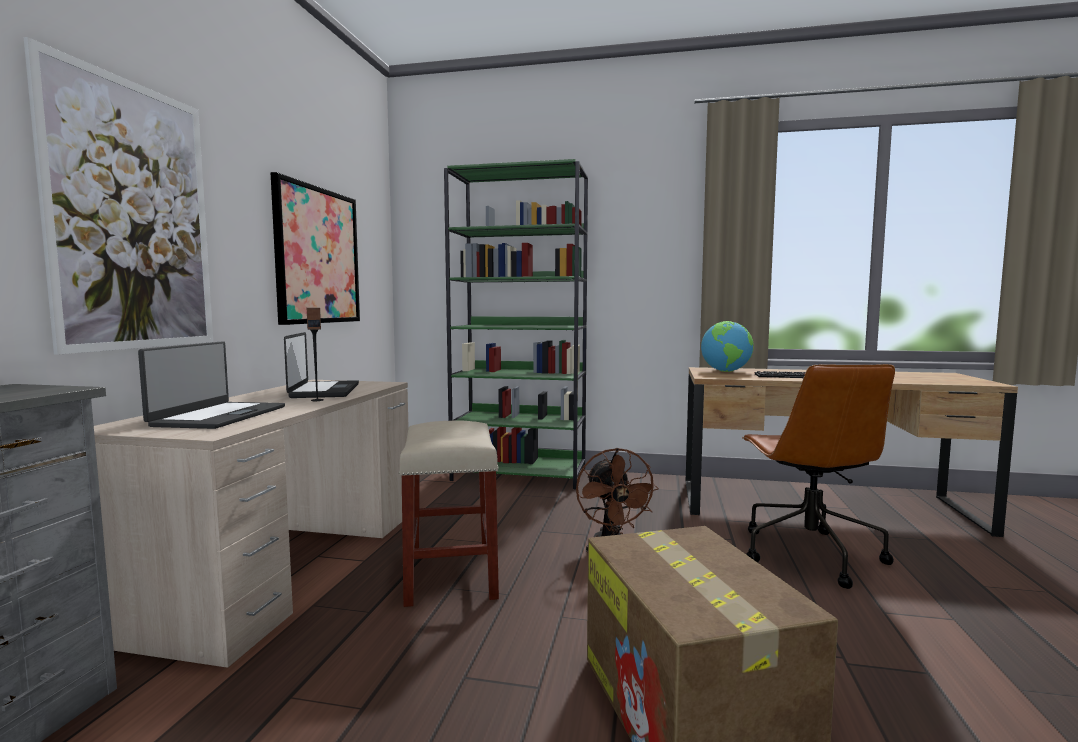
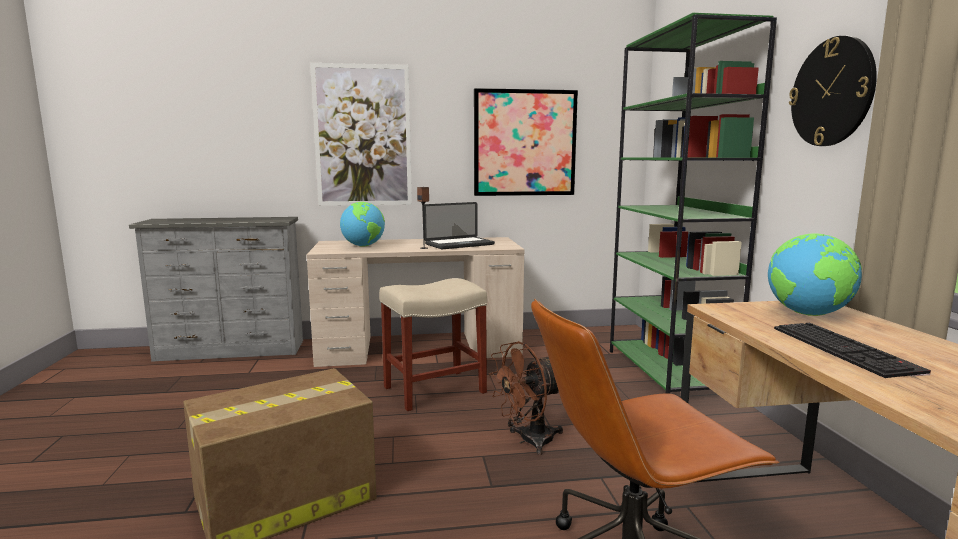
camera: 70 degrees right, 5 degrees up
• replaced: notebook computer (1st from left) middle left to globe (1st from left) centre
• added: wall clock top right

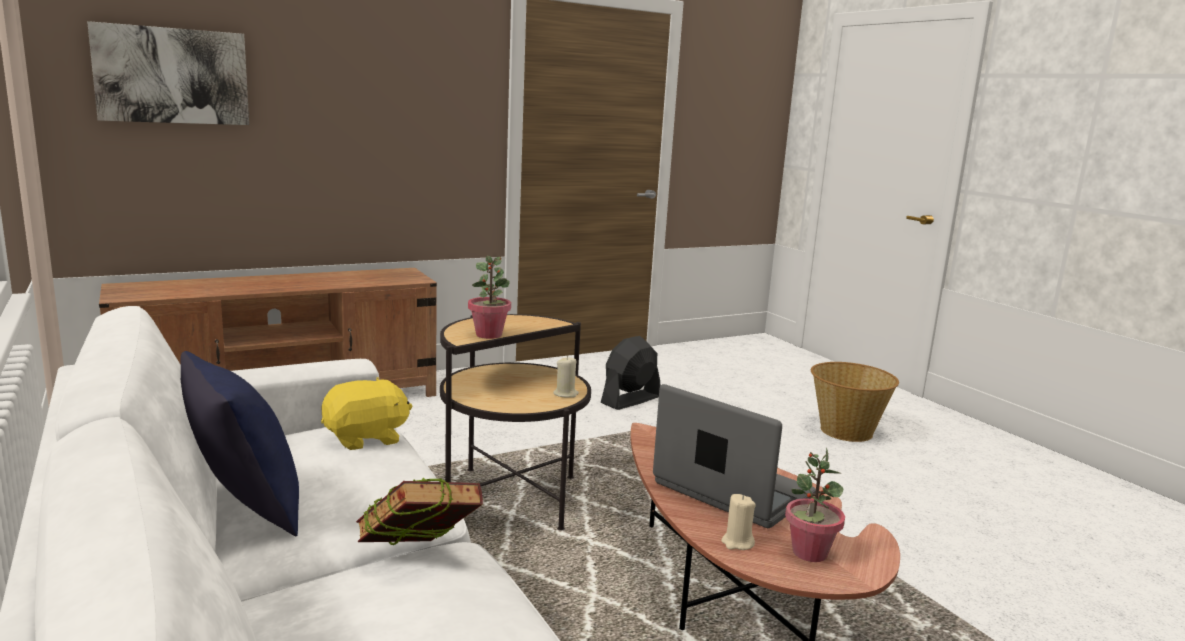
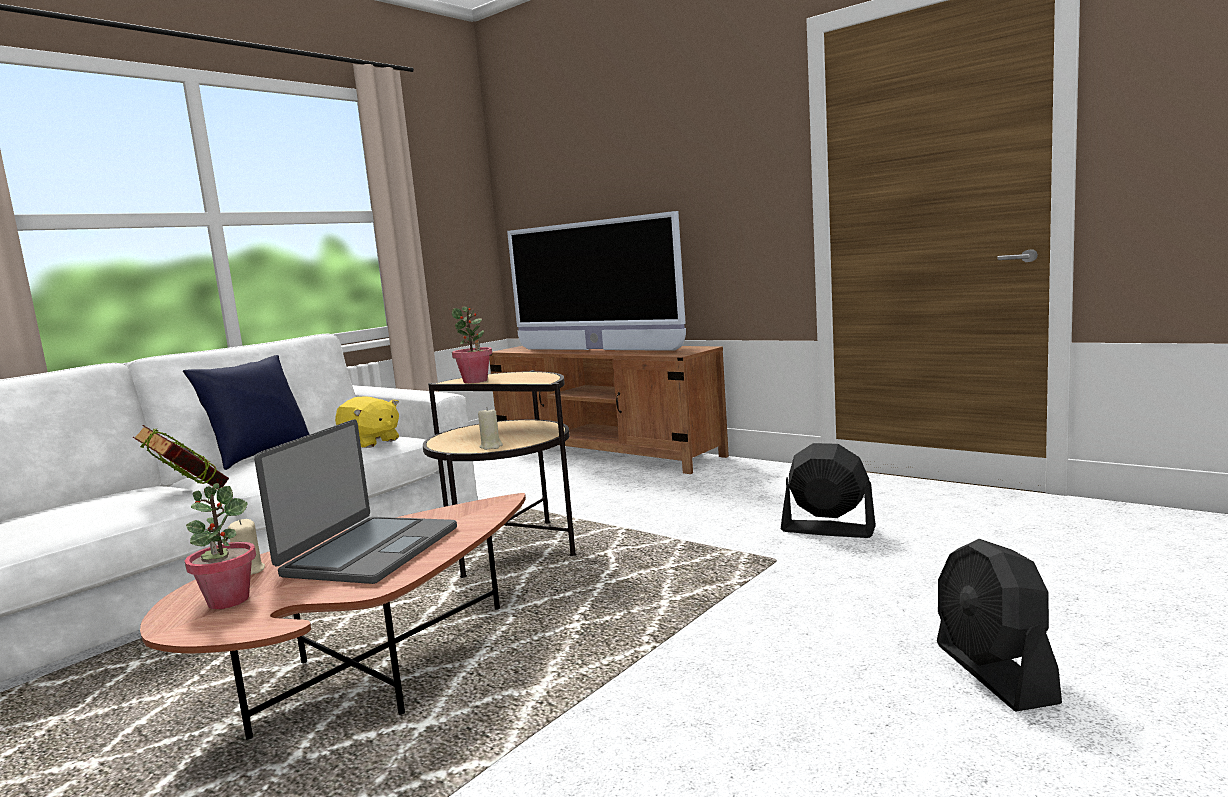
camera: 70 degrees right, 5 degrees down
• added: TV set centre
• replaced: basket middle right to black-coloured electric fan (2nd from left) bottom right
• removed: picture top left

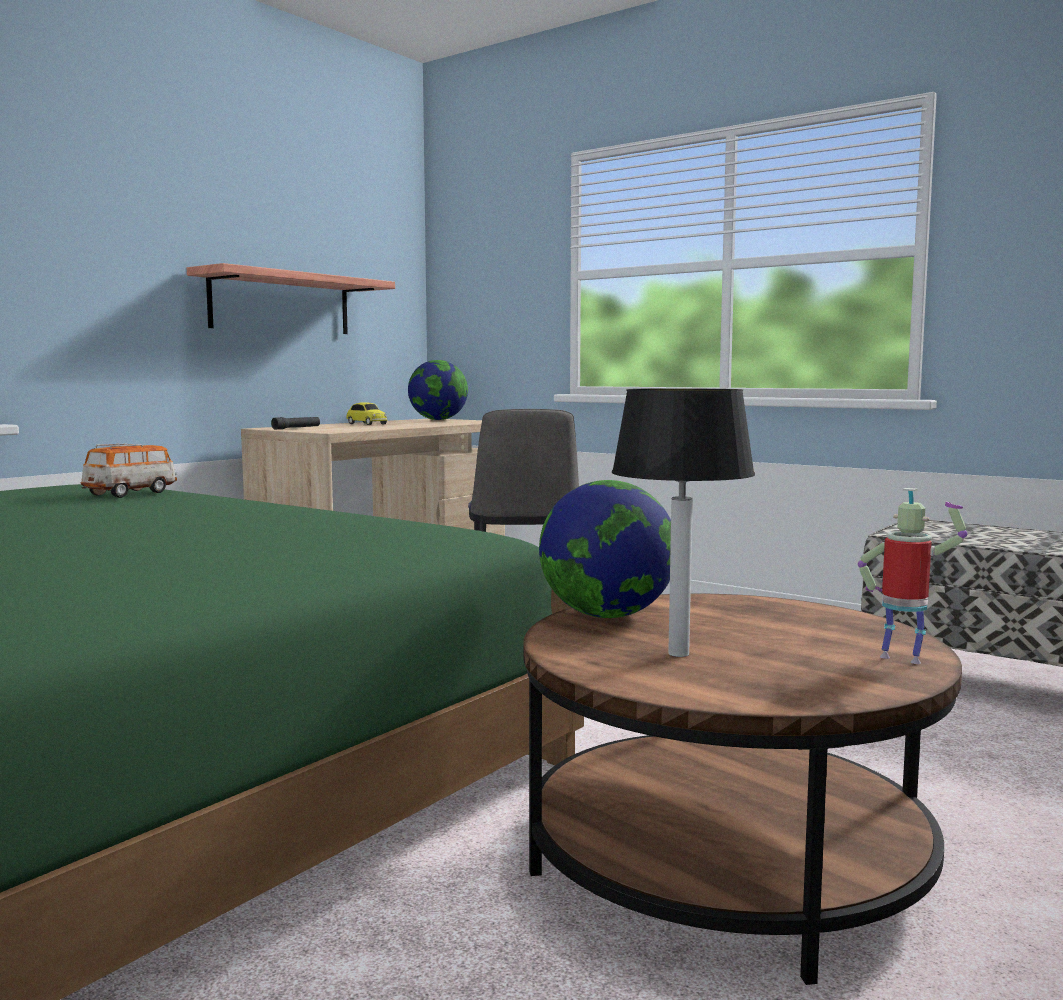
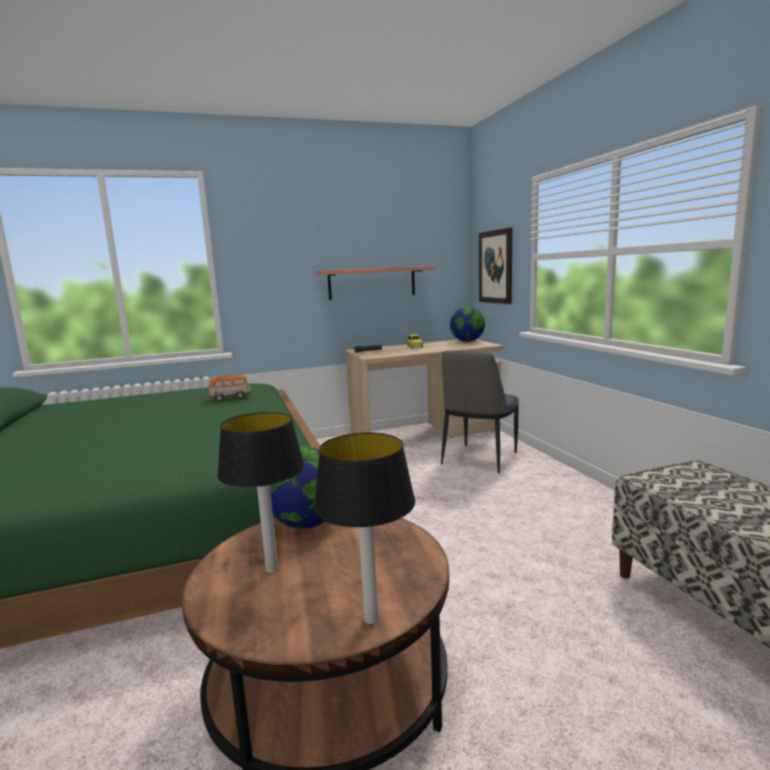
camera: 35 degrees right, 5 degrees up
• replaced: robot figure middle right to tabletop lamp (2nd from left) bottom centre
• added: picture centre

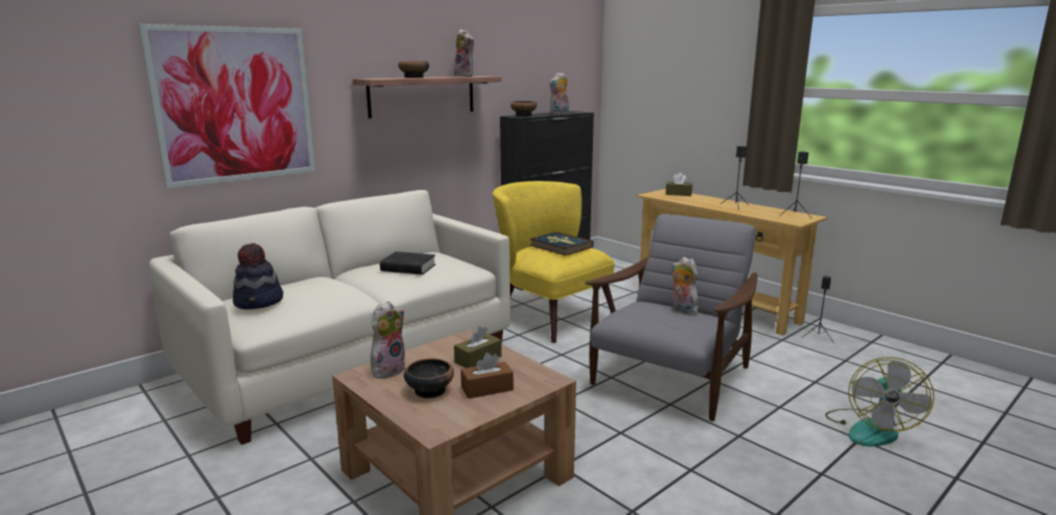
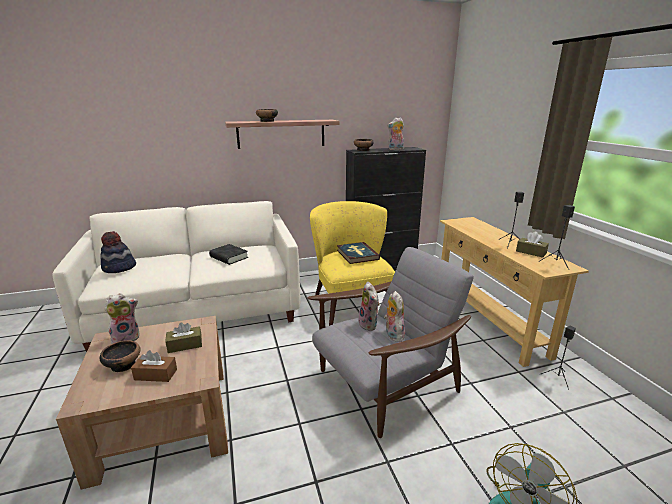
camera: 25 degrees right, 5 degrees up
• moved: plush toy (2nd from left) top centre to centre
• moved: brownish tissue holder (3rd from left) centre to middle right
• removed: picture top left

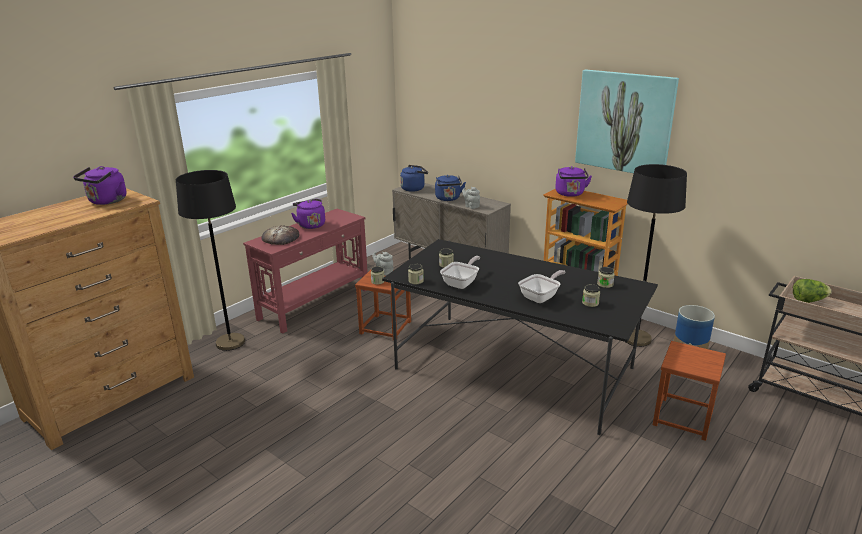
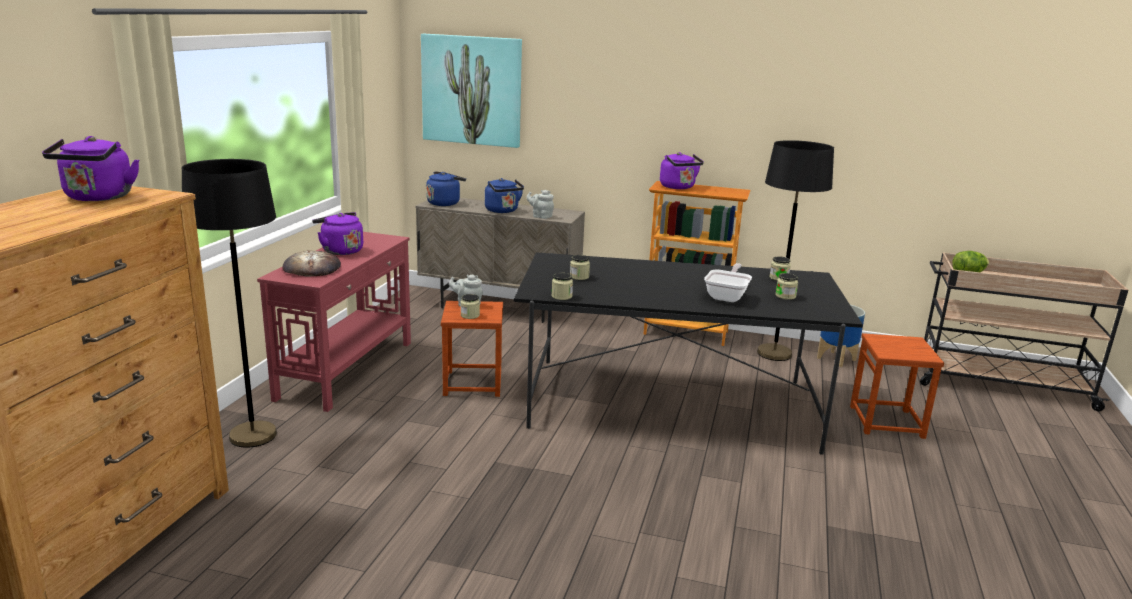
camera: 25 degrees left, 5 degrees down
• moved: picture top right to top centre
• removed: pan (1st from left) centre

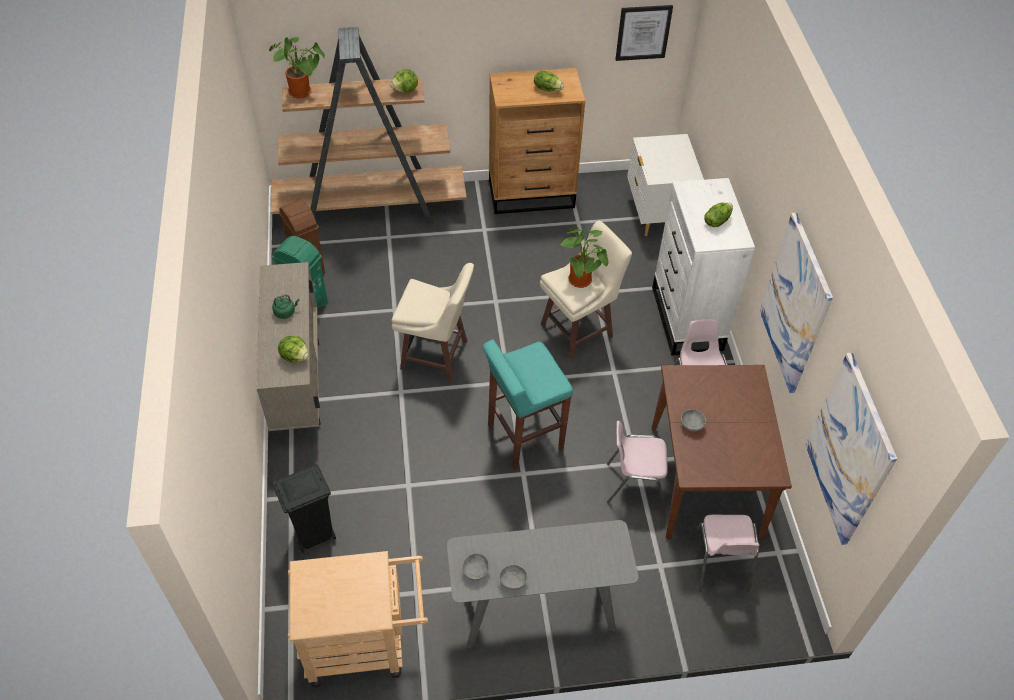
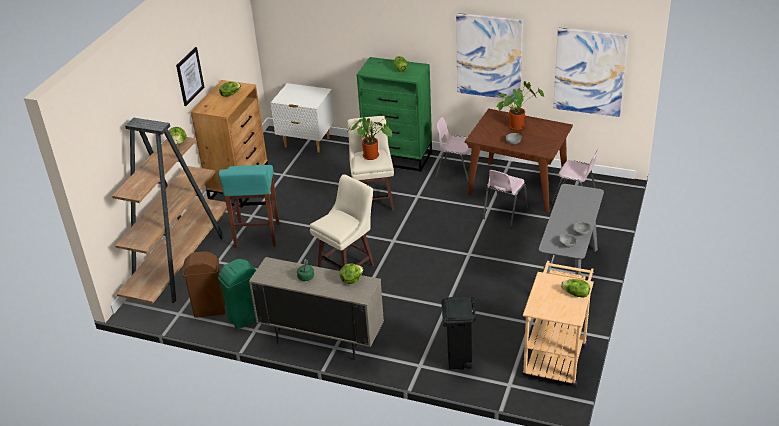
camera: 60 degrees left, 15 degrees down
• moved: picture (1st from left) top centre to top left
• moved: turquoise stool seat centre to middle left
• recoloured: white-coloured chest of drawers middle right to greenish chest of drawers top centre
• moved: potted plant (1st from left in the first image) top left to potted plant (2nd from left) top right
• added: lettuce (5th from left) bottom right

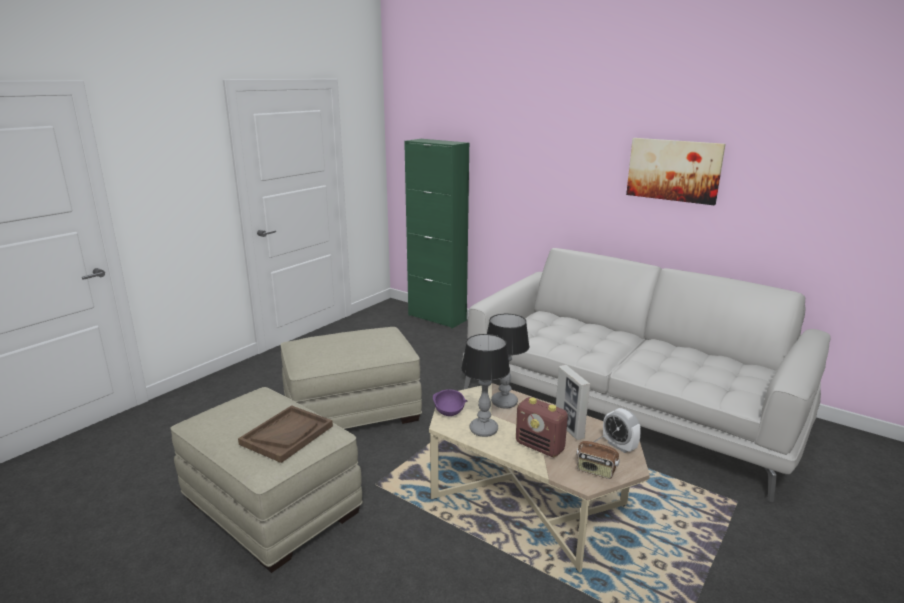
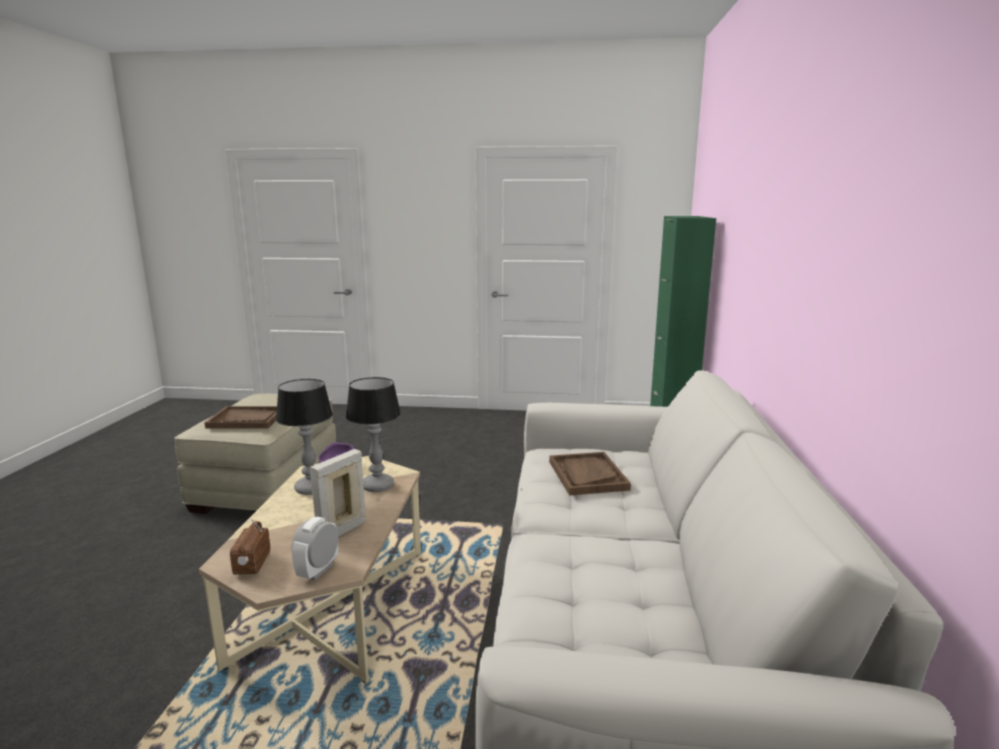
camera: 60 degrees right, 5 degrees down
• added: brownish carrying tray (2nd from left) centre
• removed: sand-coloured pouffe (2nd from left) centre
• removed: radio (1st from left) bottom centre
• removed: picture top right

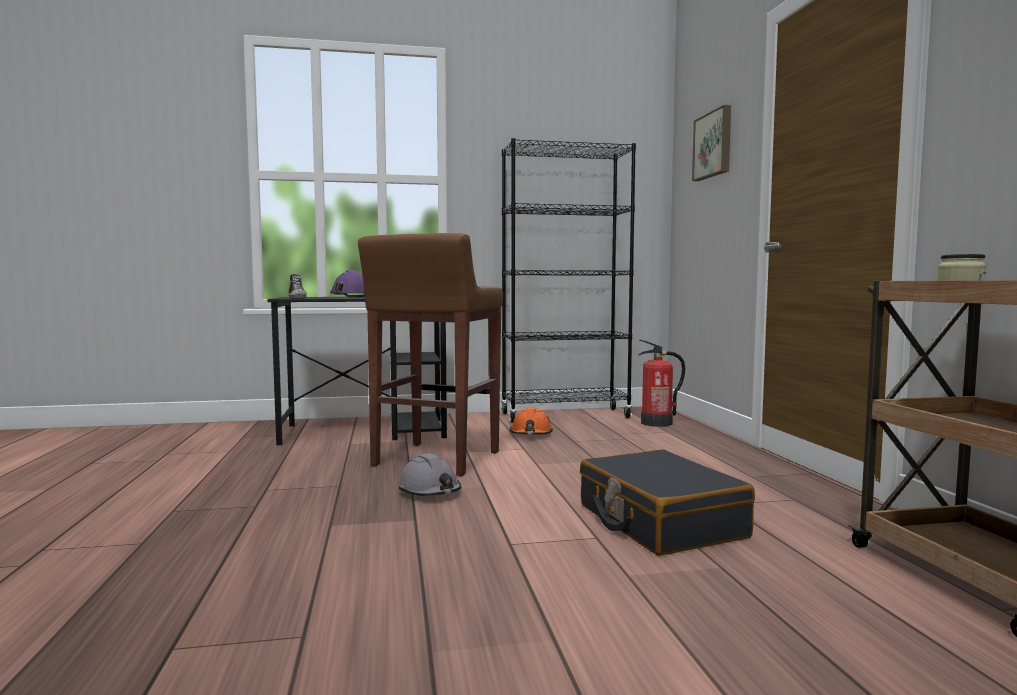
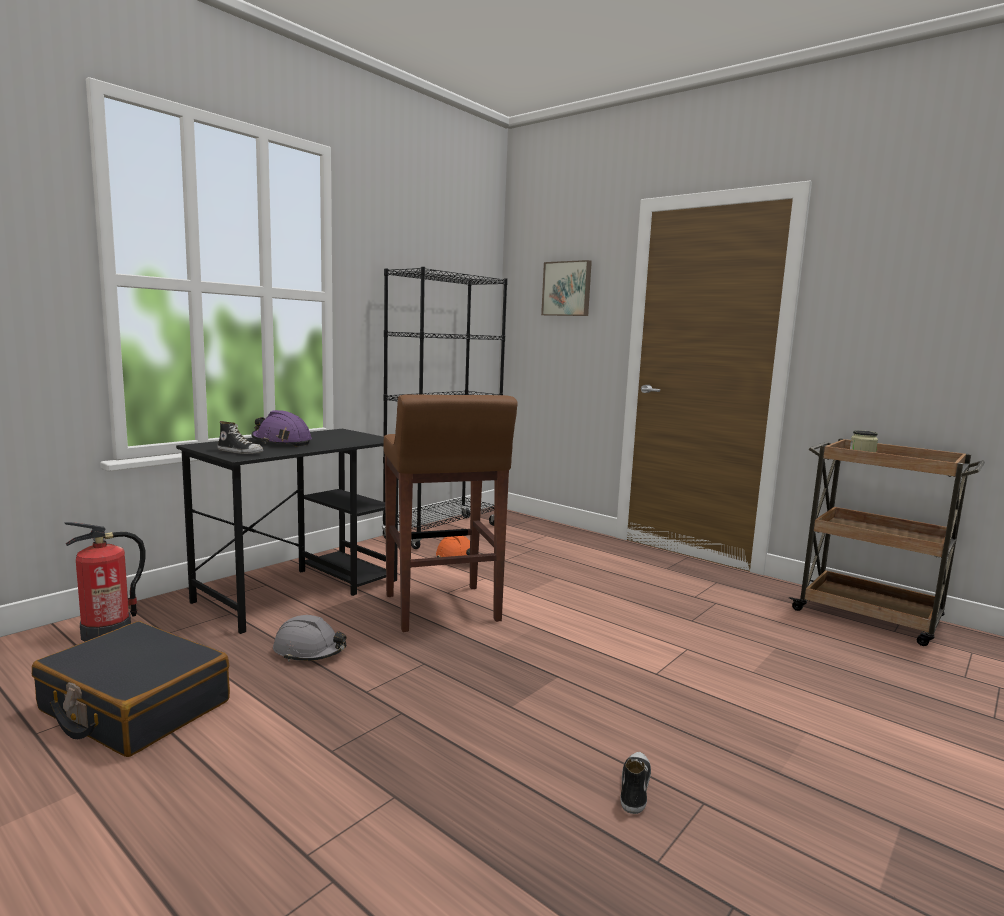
camera: 40 degrees left, 5 degrees up
• moved: black-coloured travel case bottom centre to bottom left
• moved: extinguisher centre to middle left
• moved: gray work helmet bottom centre to bottom left
• added: low shoe (2nd from left) bottom centre

